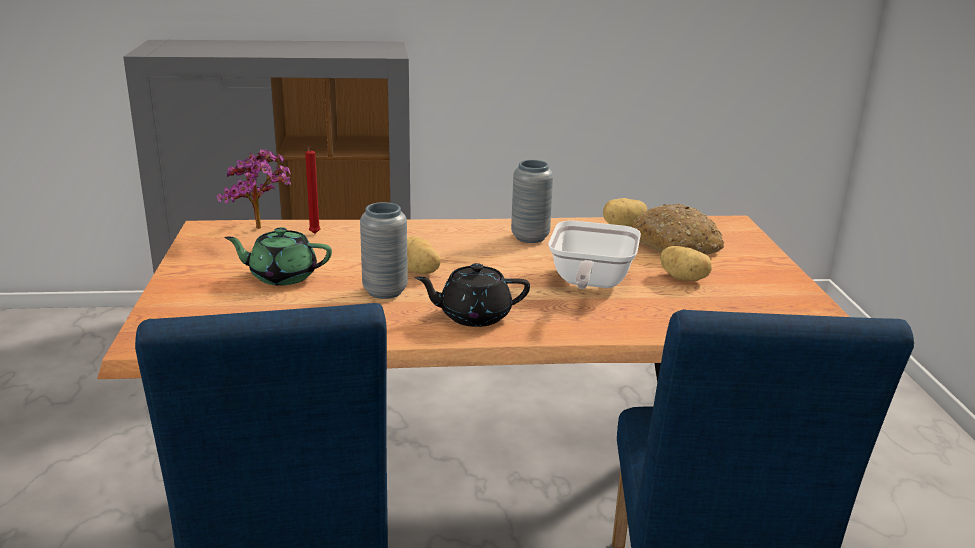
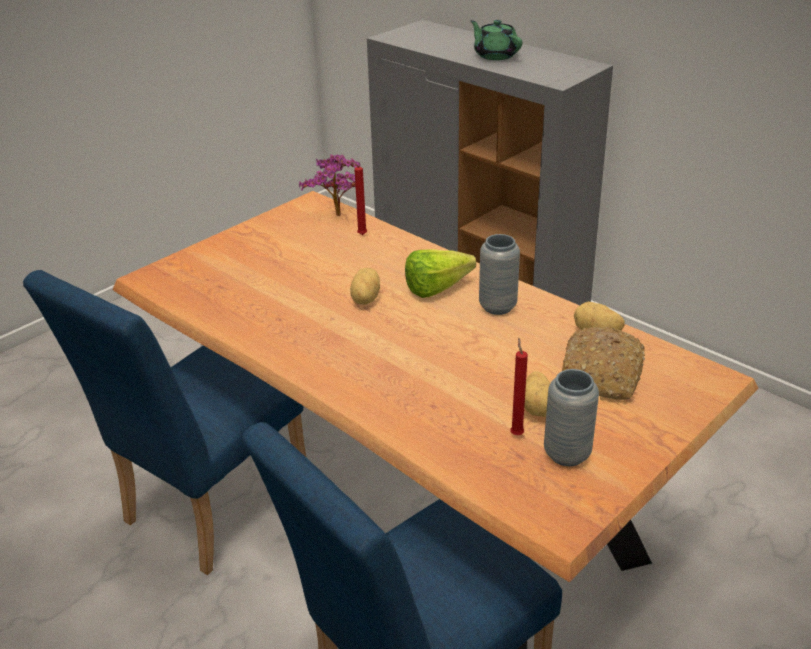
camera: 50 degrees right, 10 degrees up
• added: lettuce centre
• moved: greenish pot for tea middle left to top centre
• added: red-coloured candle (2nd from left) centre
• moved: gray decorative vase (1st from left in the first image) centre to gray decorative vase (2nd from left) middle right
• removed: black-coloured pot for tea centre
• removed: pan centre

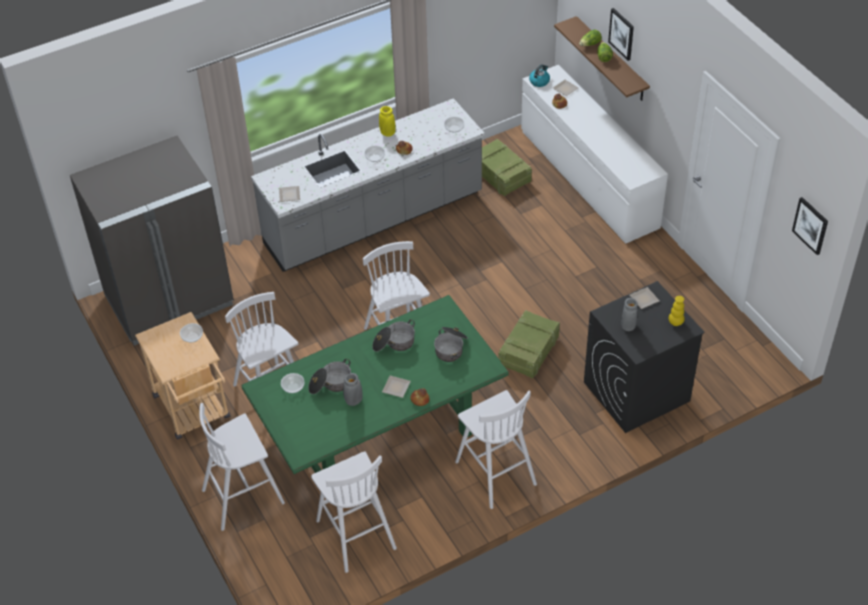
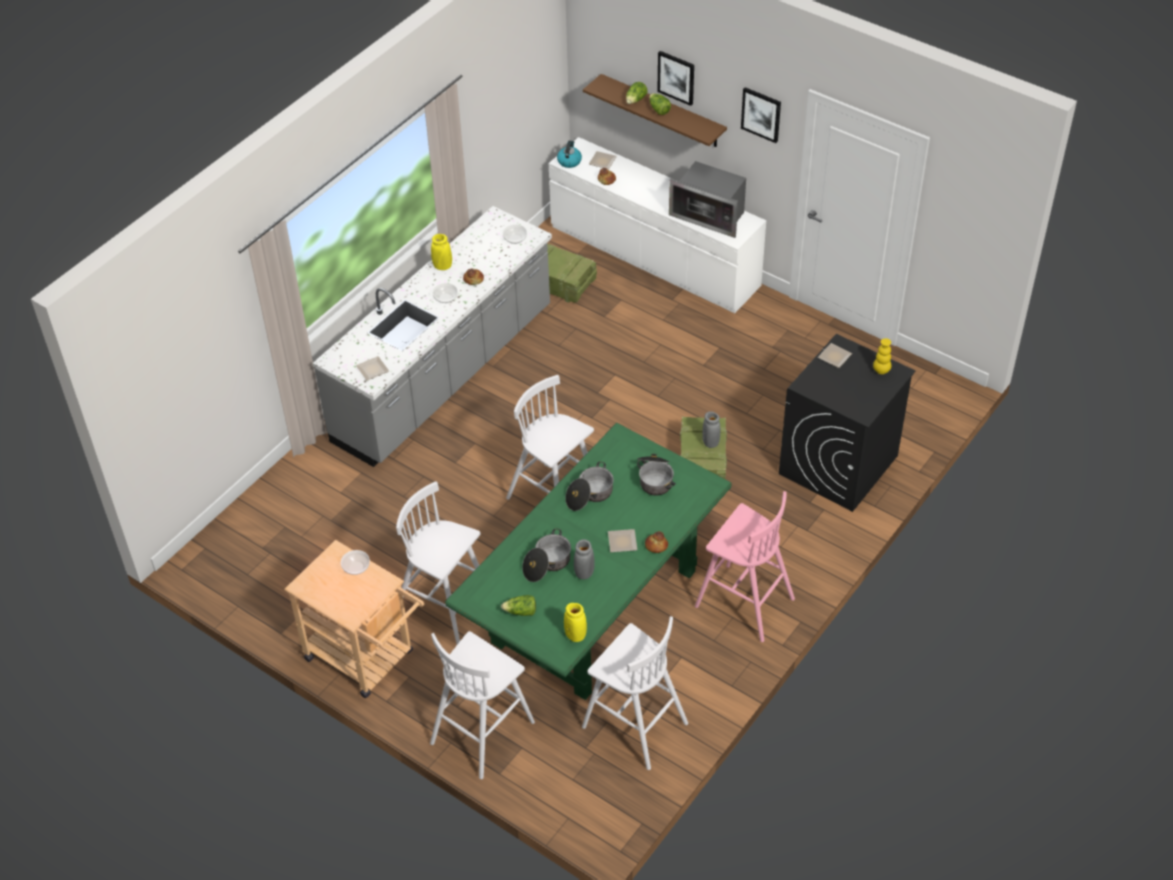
camera: 25 degrees left, 0 degrees up
• added: lettuce (1st from left) bottom centre
• added: yellow-coloured decorative vase (2nd from left) bottom centre
• added: microwave oven top centre
• recoloured: white-coloured stool seat (5th from left) bottom centre to pink-coloured stool seat centre
• moved: gray decorative vase (2nd from left) middle right to centre
• moved: picture (2nd from left) middle right to top centre
• removed: gray refrigerator middle left
• removed: deep dish (2nd from left) centre

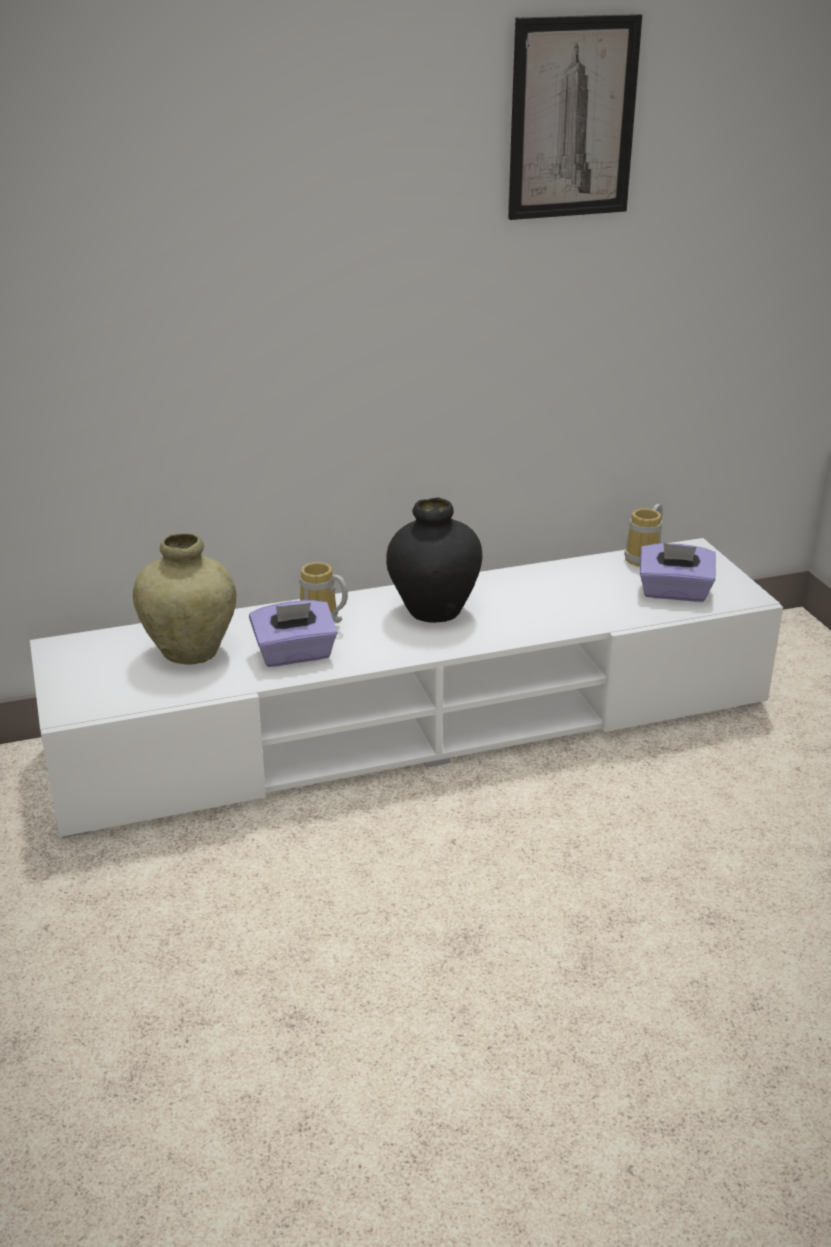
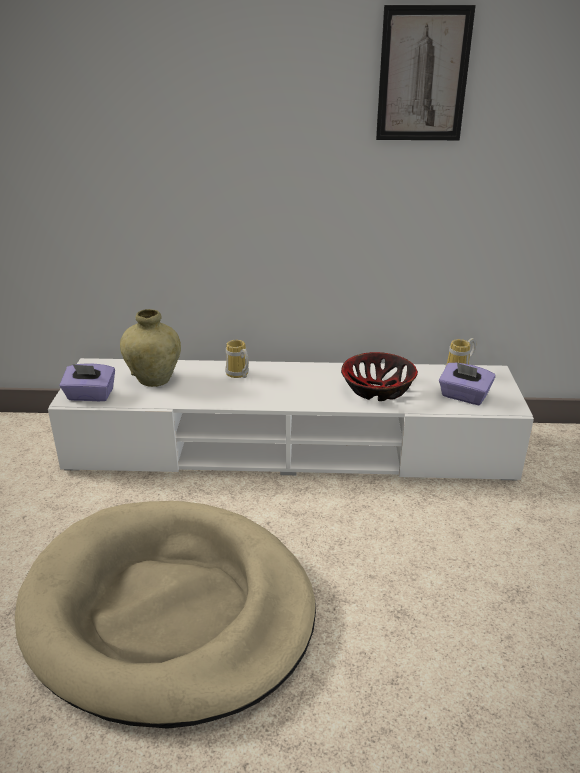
camera: 20 degrees right, 0 degrees up
• added: sand-coloured dog cushion bottom left
• moved: purple tissue holder (1st from left) centre to middle left
• added: deep dish centre
• removed: black-coloured decorative vase centre

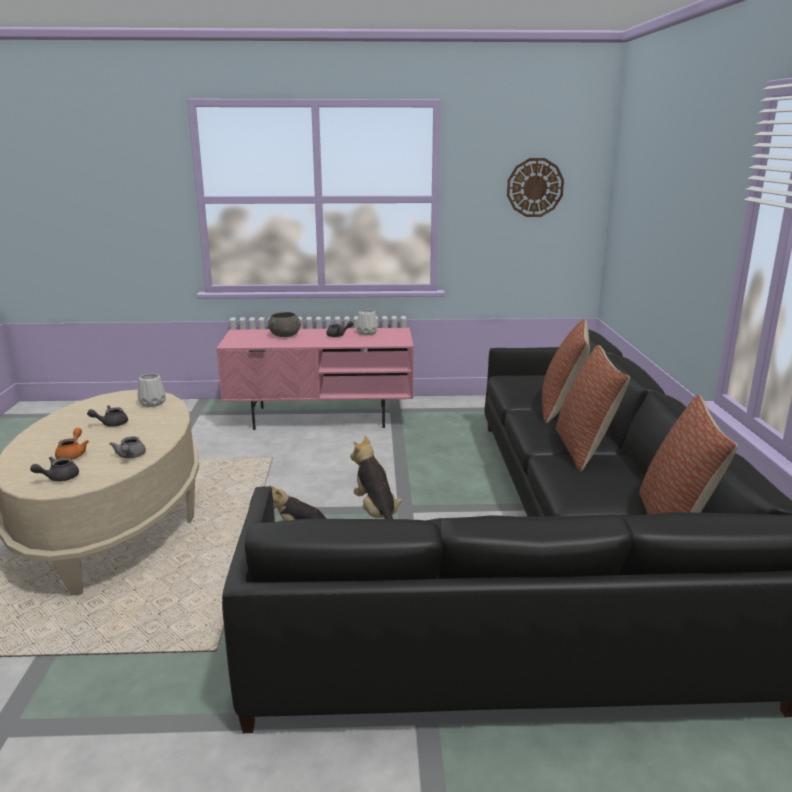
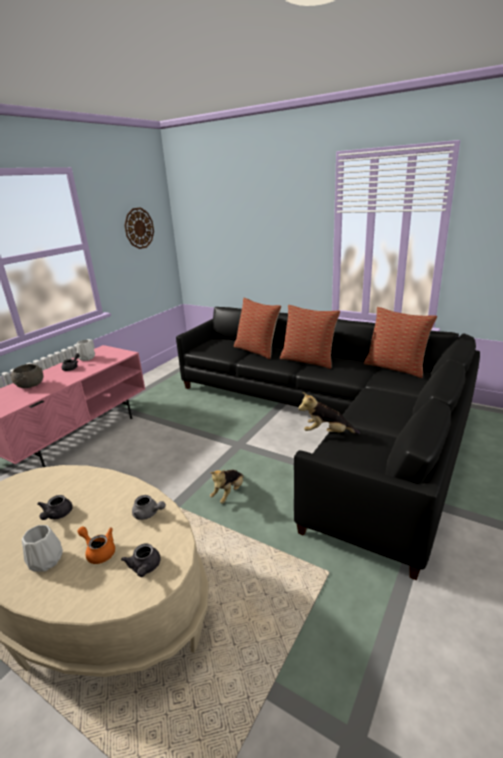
camera: 55 degrees left, 5 degrees up
• moved: white-coloured decorative vase (1st from left) middle left to bottom left

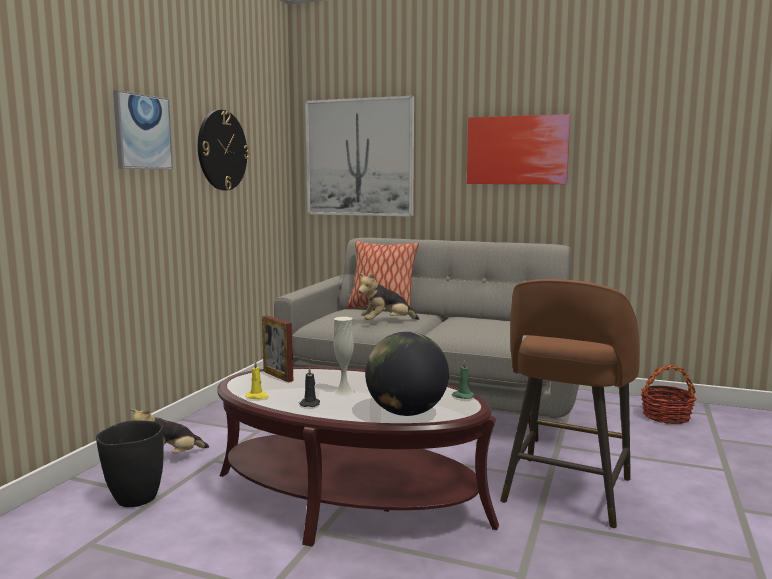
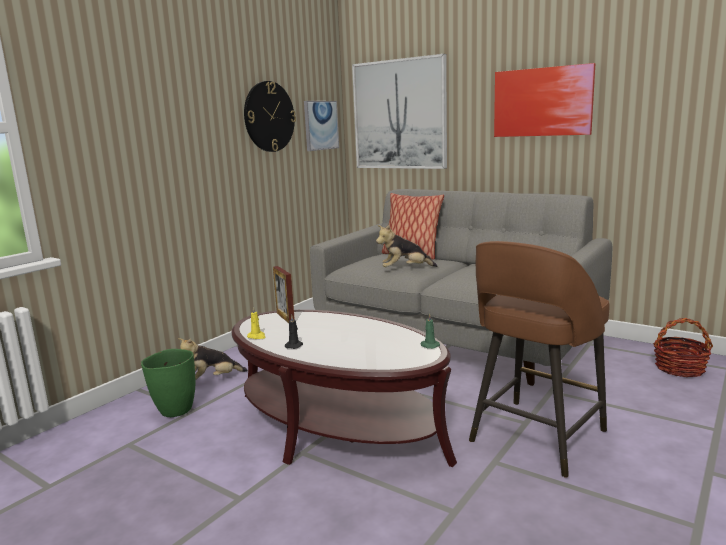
camera: 15 degrees right, 5 degrees up
• recoloured: black-coloured decorative vase bottom left to greenish decorative vase bottom left
• moved: picture (1st from left) top left to top centre
• removed: white-coloured decorative vase centre
• removed: globe centre

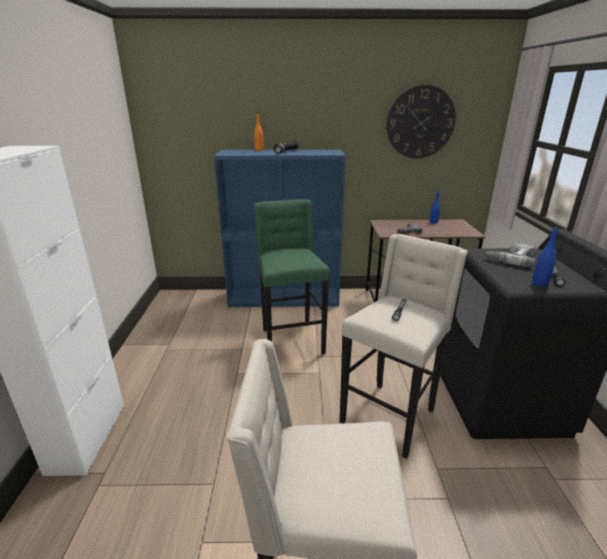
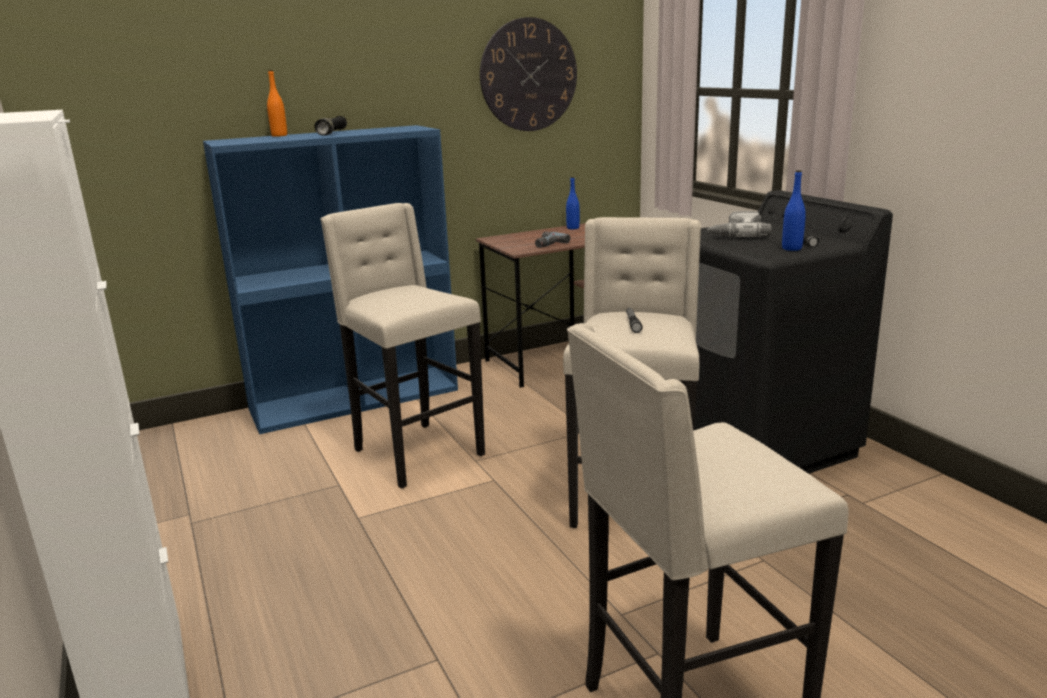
camera: 25 degrees left, 5 degrees down
• recoloured: greenish stool seat centre to sand-coloured stool seat (1st from left) centre

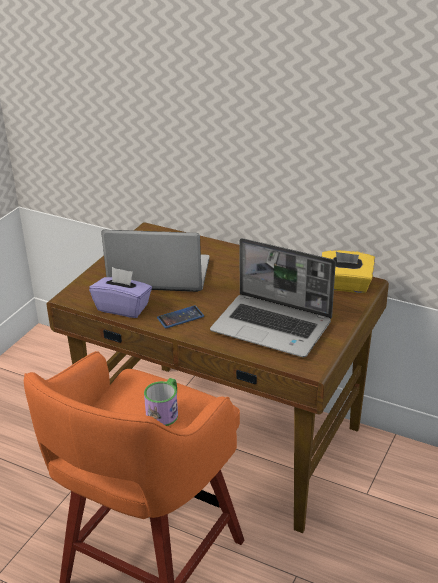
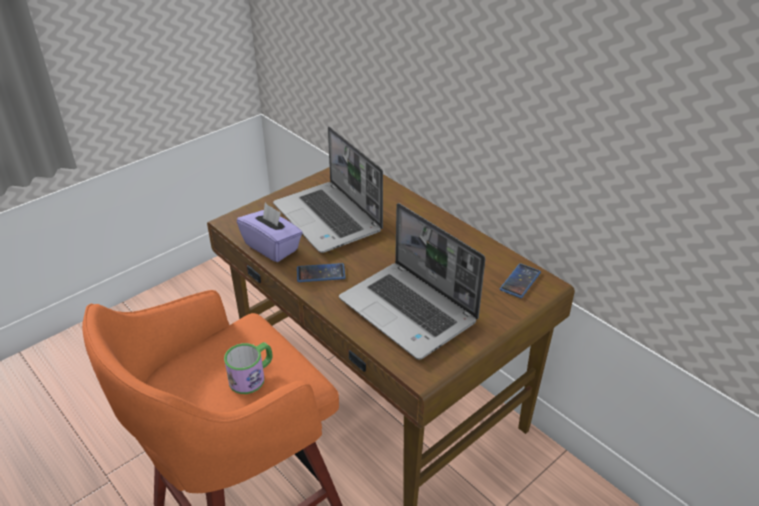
camera: 20 degrees right, 5 degrees up
• turned: notebook computer (1st from left) centre = centre 150 degrees counterclockwise
• replaced: yellow-coloured tissue holder middle right to handset (2nd from left) middle right

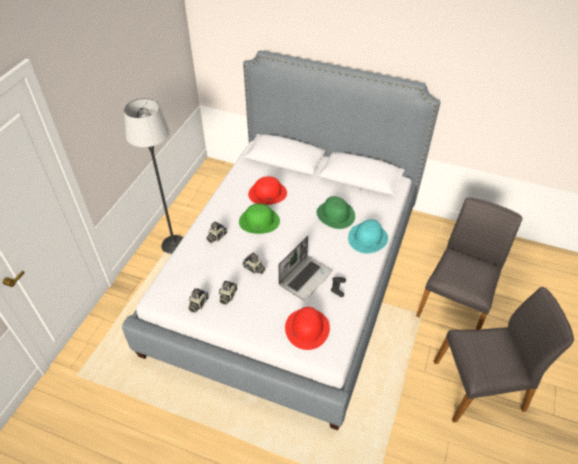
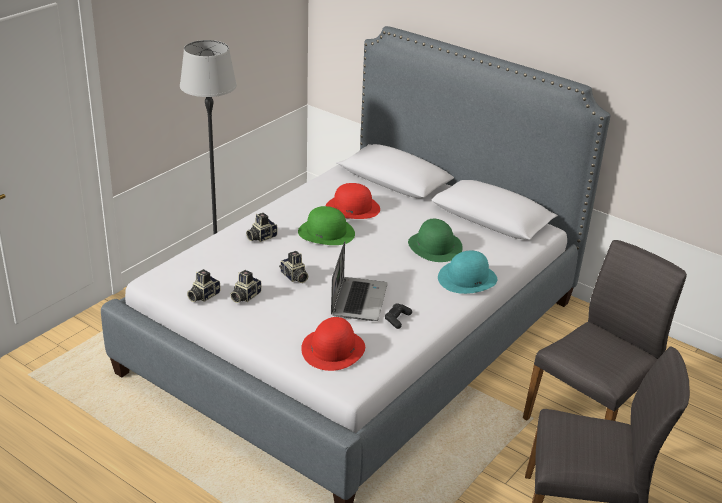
camera: 15 degrees right, 15 degrees down
• turned: notebook computer centre = centre 45 degrees counterclockwise

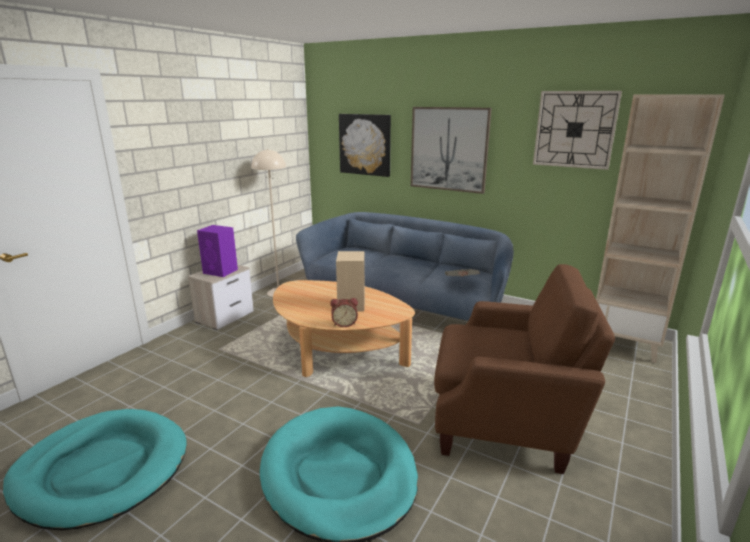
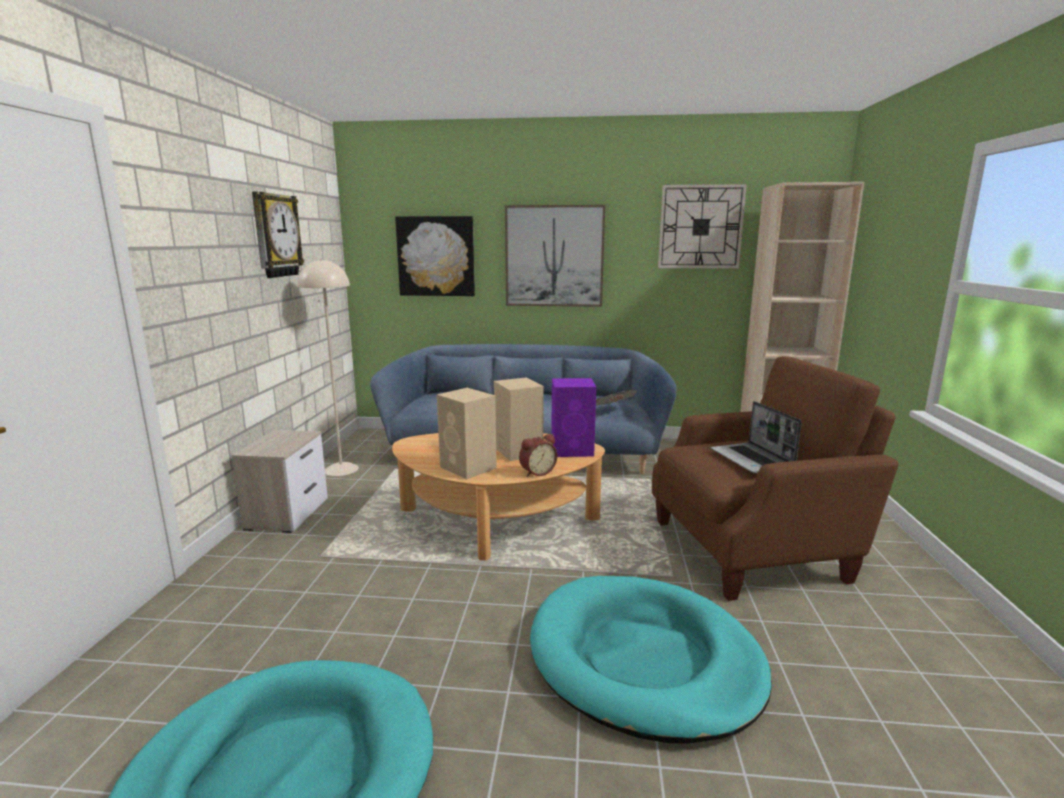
camera: 25 degrees left, 5 degrees down
• added: wall clock (1st from left) top left
• added: sand-coloured audio speaker (1st from left) centre
• moved: purple audio speaker middle left to centre
• added: notebook computer middle right

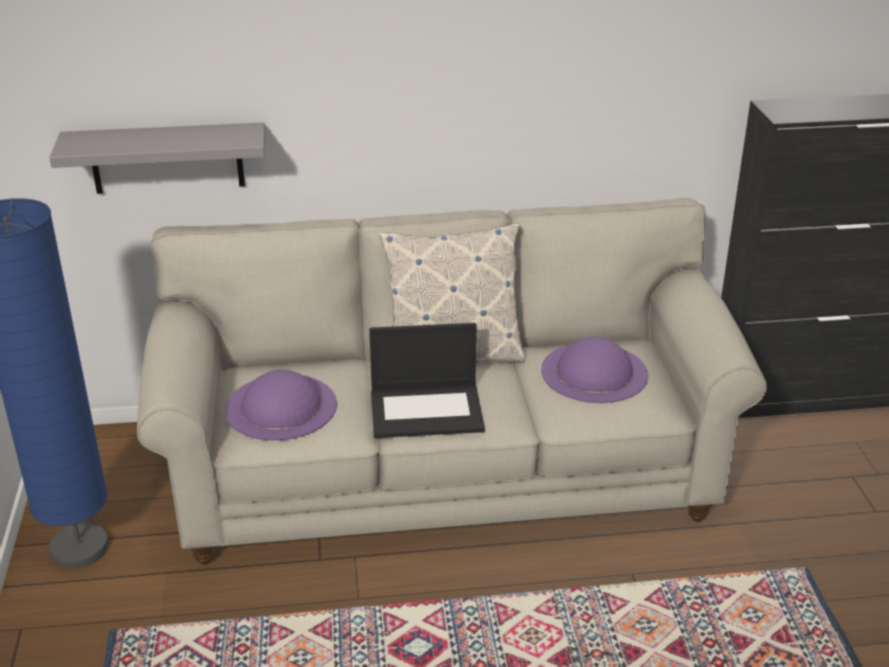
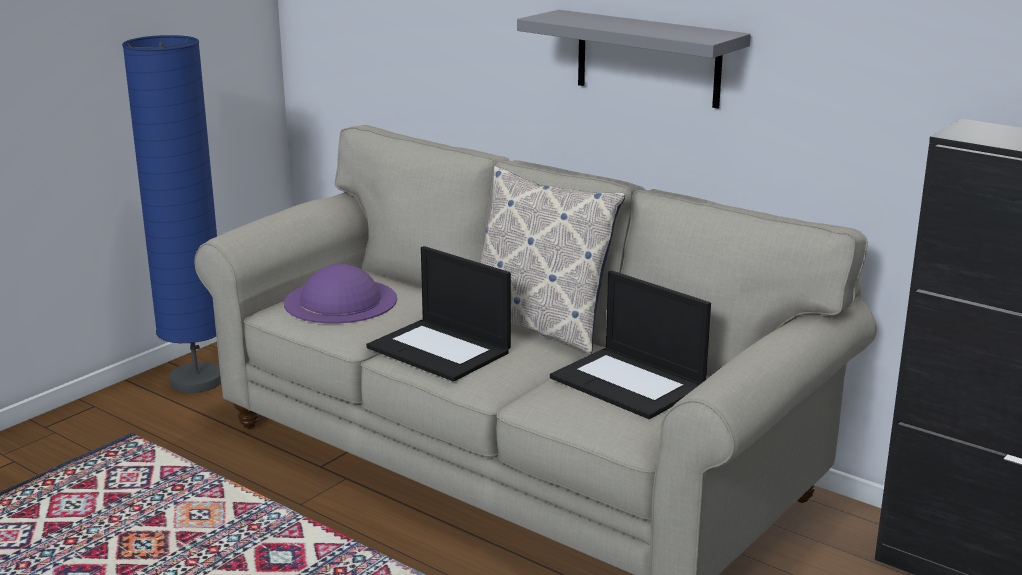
camera: 45 degrees right, 10 degrees down
• moved: gray shelf top left to top centre
• replaced: purple hat (2nd from left) middle right to notebook computer (2nd from left) centre

